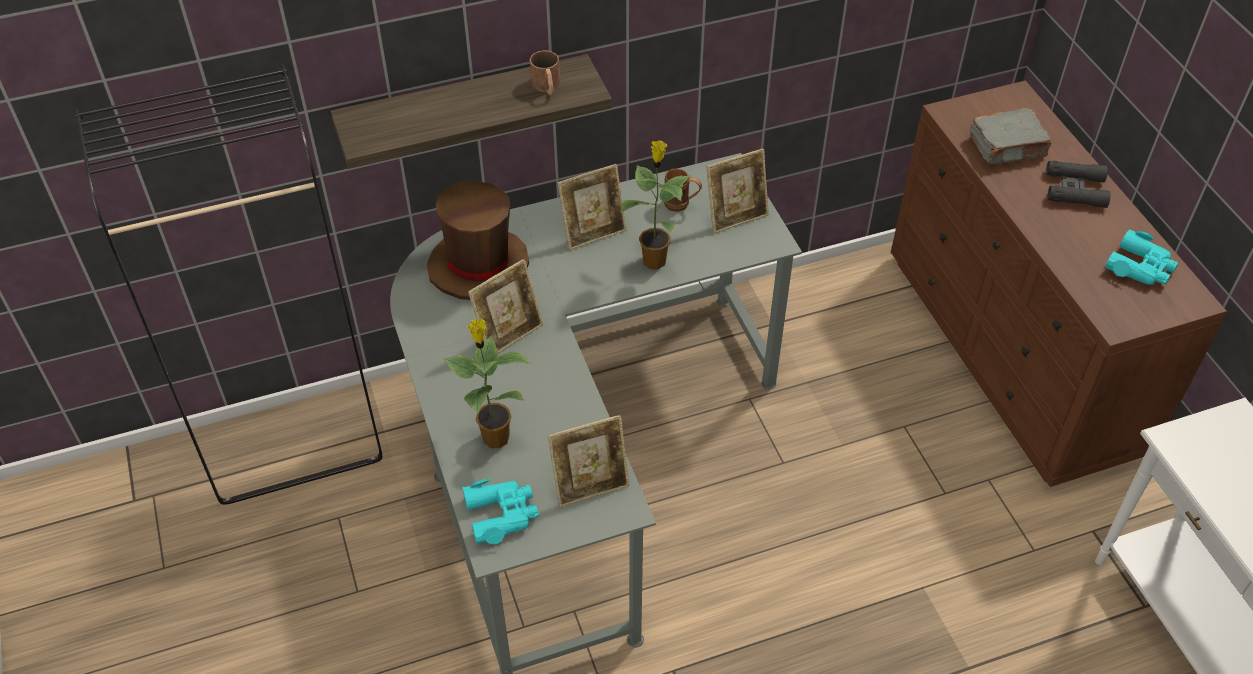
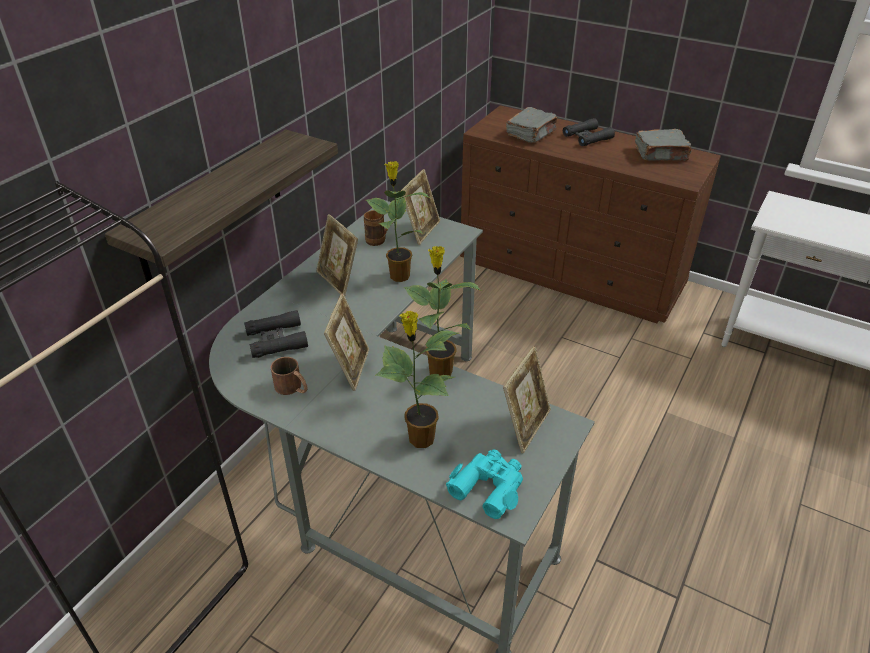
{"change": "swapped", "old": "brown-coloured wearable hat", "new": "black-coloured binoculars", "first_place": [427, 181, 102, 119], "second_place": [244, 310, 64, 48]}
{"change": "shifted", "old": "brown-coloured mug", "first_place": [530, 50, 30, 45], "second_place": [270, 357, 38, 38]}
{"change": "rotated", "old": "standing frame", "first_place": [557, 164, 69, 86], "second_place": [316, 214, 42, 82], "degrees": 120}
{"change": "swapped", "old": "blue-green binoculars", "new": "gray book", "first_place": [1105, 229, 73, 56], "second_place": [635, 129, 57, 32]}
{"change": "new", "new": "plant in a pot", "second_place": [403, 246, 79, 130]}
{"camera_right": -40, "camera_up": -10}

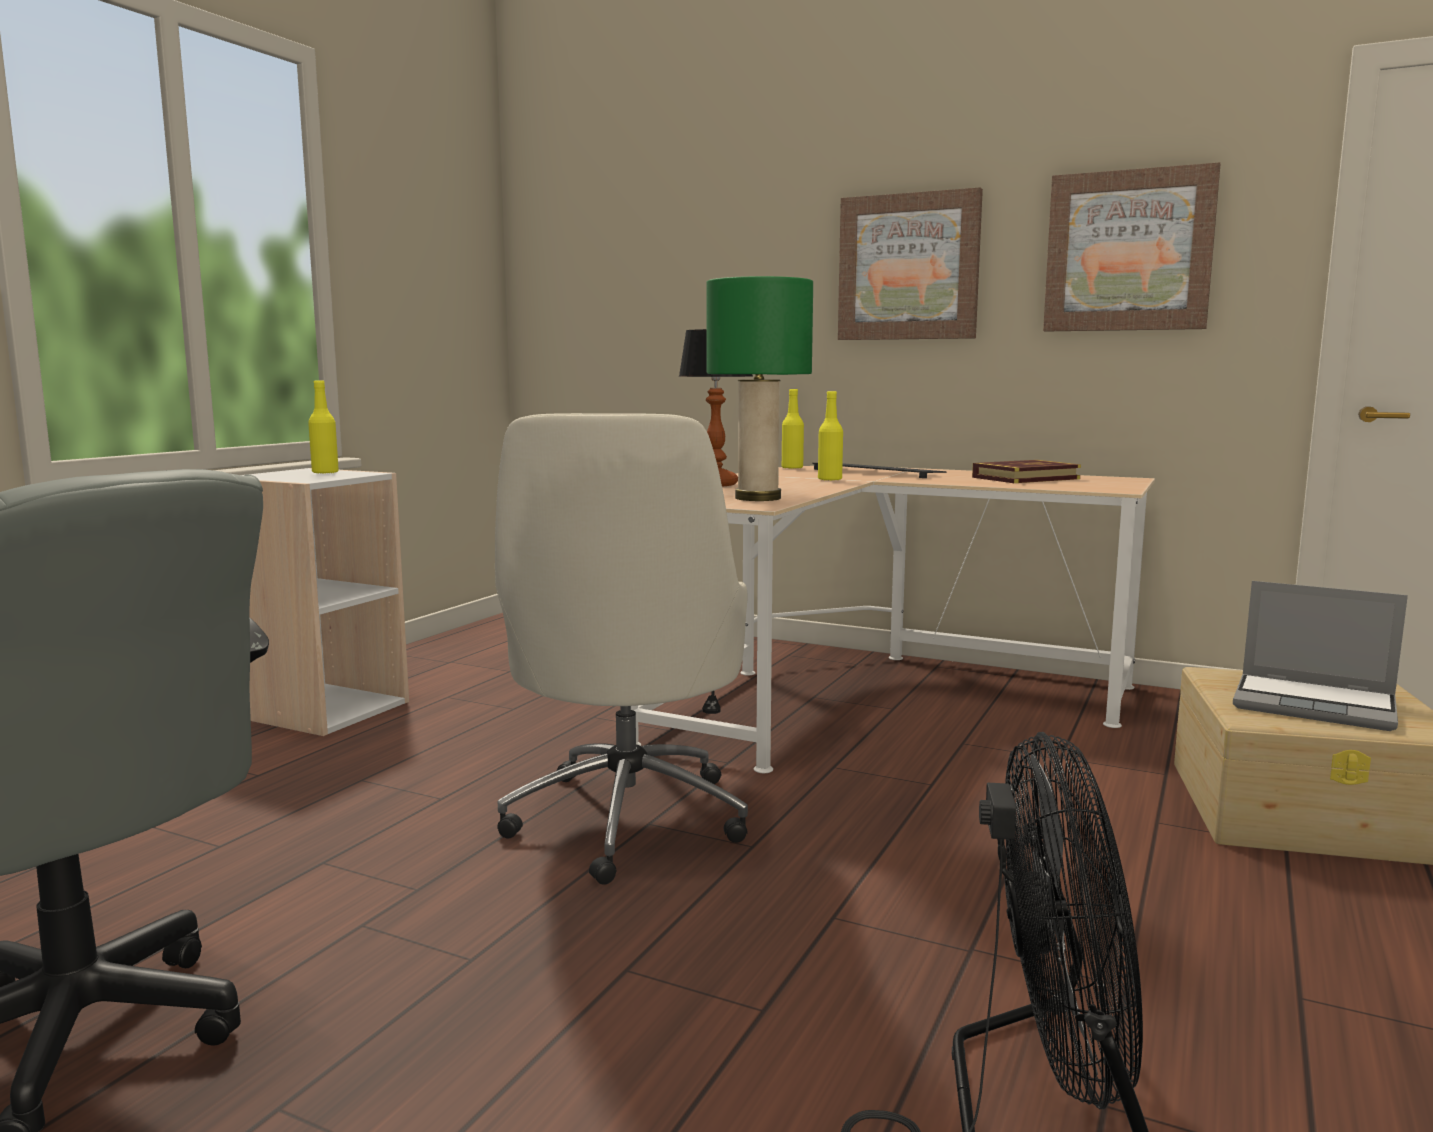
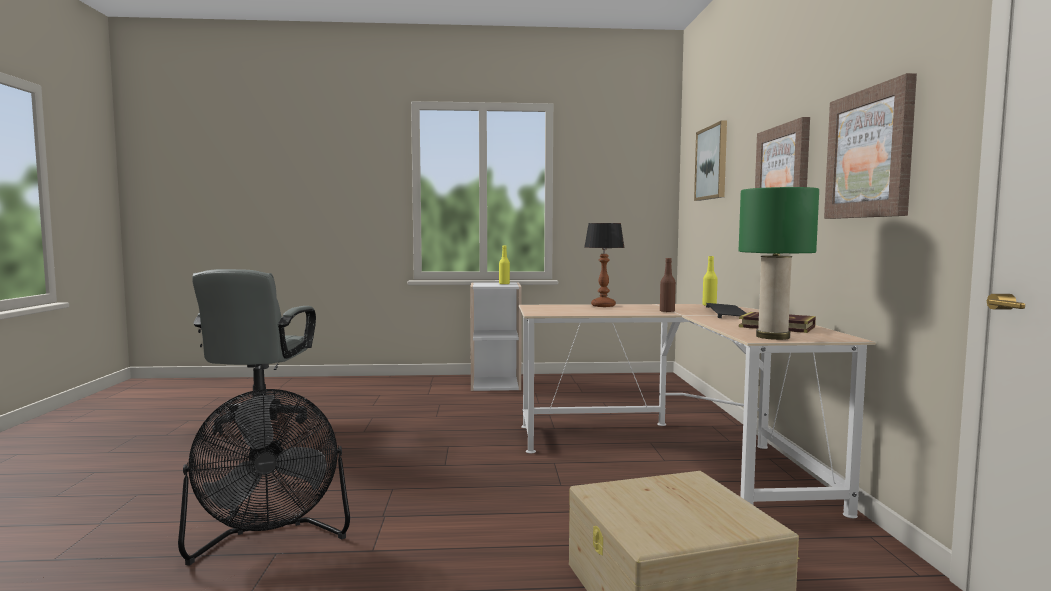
{"change": "gone", "old": "sand-coloured desk chair", "first_place": [495, 413, 253, 472]}
{"change": "shifted", "old": "green tabletop lamp", "first_place": [706, 276, 107, 225], "second_place": [739, 187, 80, 153]}
{"change": "repainted", "old": "yellowish bottle", "new": "brown-coloured bottle", "first_place": [818, 391, 25, 90], "second_place": [660, 258, 16, 54]}
{"change": "gone", "old": "portable computer", "first_place": [1233, 581, 175, 150]}
{"change": "new", "new": "wall picture", "second_place": [694, 121, 33, 80]}
{"camera_right": 60, "camera_up": -5}

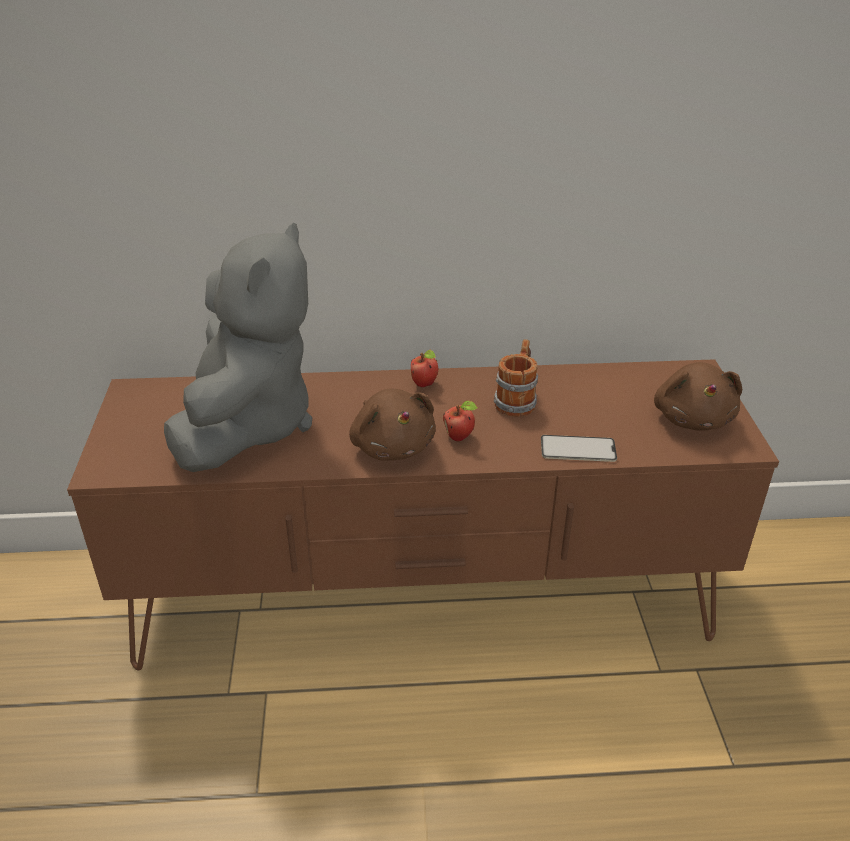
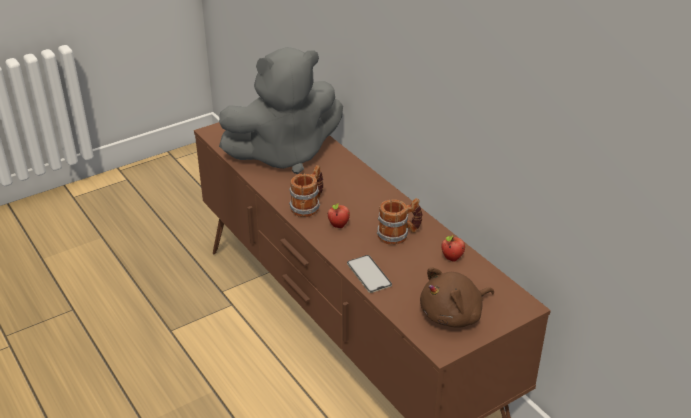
{"change": "swapped", "old": "brown-coloured cuddly toy", "new": "mug", "first_place": [349, 389, 87, 72], "second_place": [289, 165, 34, 52]}
{"change": "shifted", "old": "apple fruit", "first_place": [411, 350, 27, 37], "second_place": [441, 235, 24, 27]}
{"camera_right": 60, "camera_up": 0}

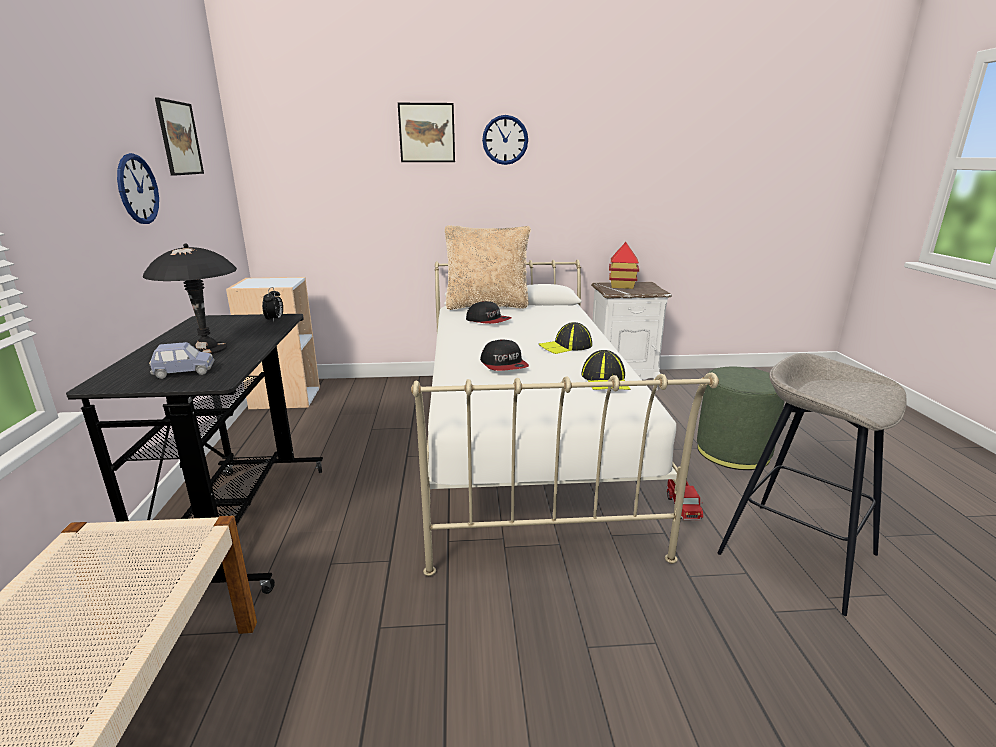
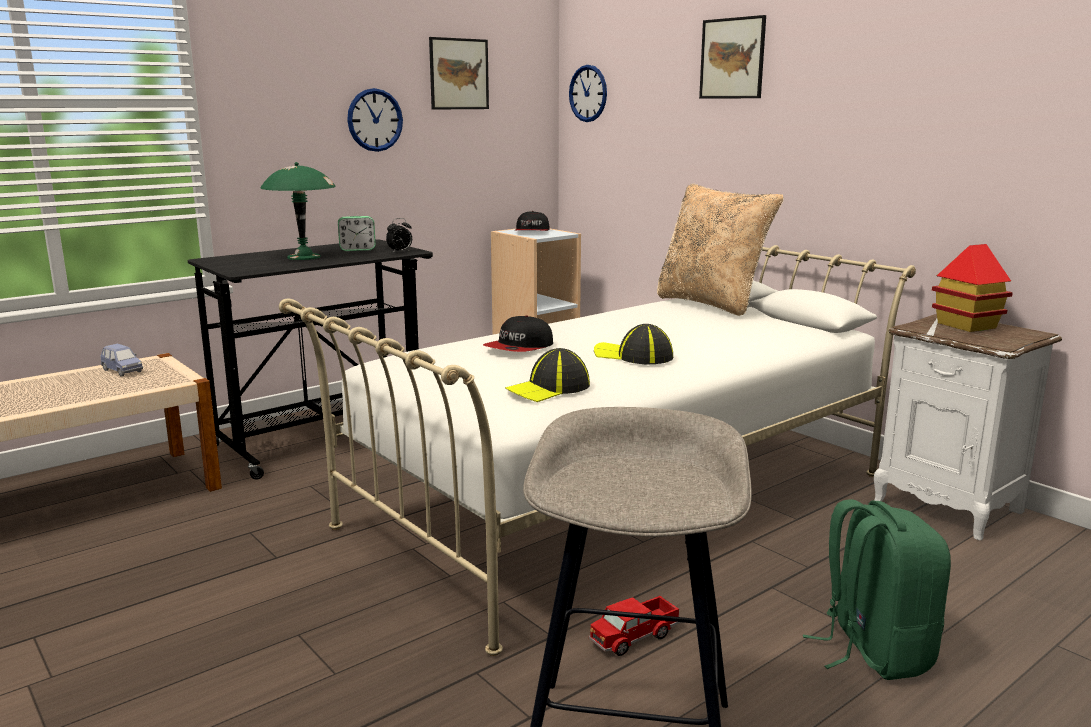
{"change": "repainted", "old": "black-coloured tabletop lamp", "new": "green tabletop lamp", "first_place": [143, 243, 94, 111], "second_place": [261, 162, 74, 98]}
{"change": "shifted", "old": "bluish toy car", "first_place": [149, 342, 66, 37], "second_place": [100, 344, 43, 33]}
{"change": "shifted", "old": "baseball cap", "first_place": [466, 301, 46, 23], "second_place": [515, 211, 34, 20]}
{"change": "shifted", "old": "hanging clock", "first_place": [482, 115, 46, 50], "second_place": [569, 65, 38, 57]}
{"change": "swapped", "old": "green ottoman", "new": "green knapsack", "first_place": [697, 367, 88, 103], "second_place": [803, 499, 148, 181]}
{"change": "new", "new": "table clock", "second_place": [338, 216, 38, 35]}
{"camera_right": 55, "camera_up": -5}

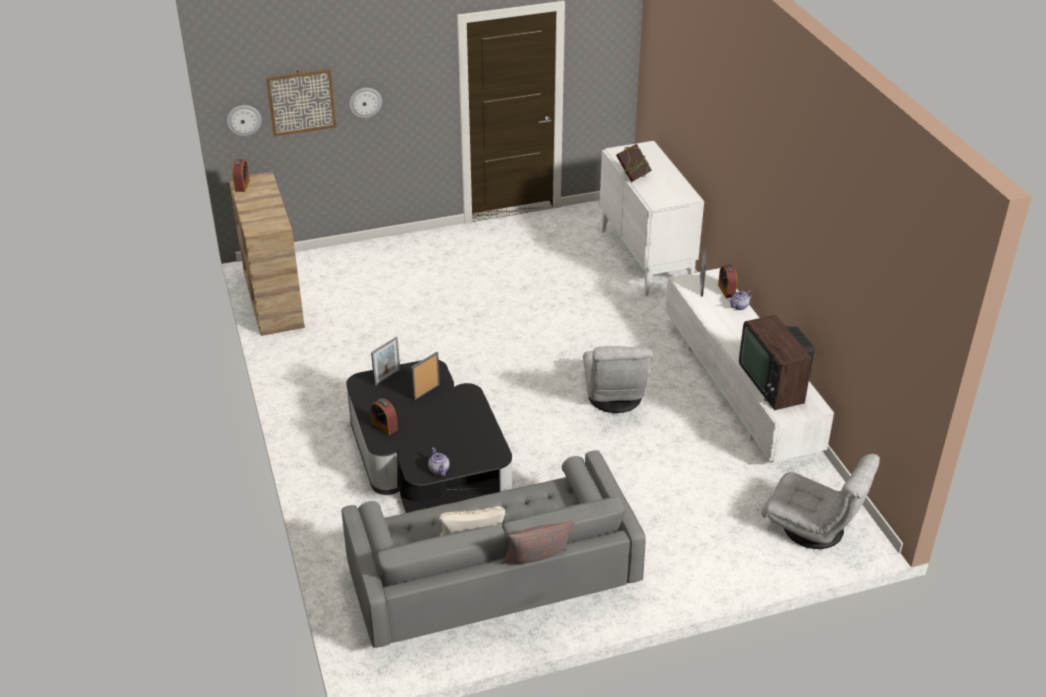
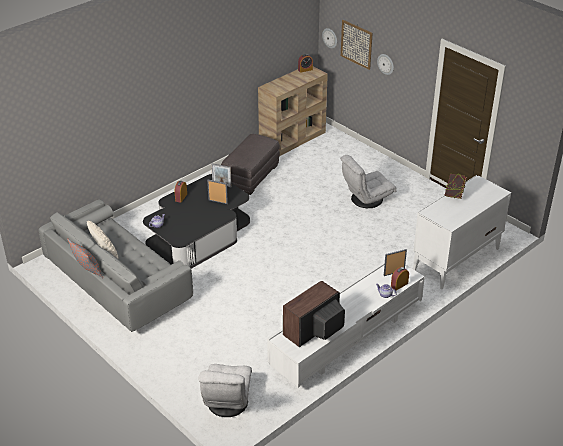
{"change": "shifted", "old": "gray armchair", "first_place": [583, 346, 70, 67], "second_place": [340, 155, 57, 53]}
{"change": "new", "new": "gray ottoman", "second_place": [221, 134, 59, 61]}
{"camera_right": 65, "camera_up": 0}

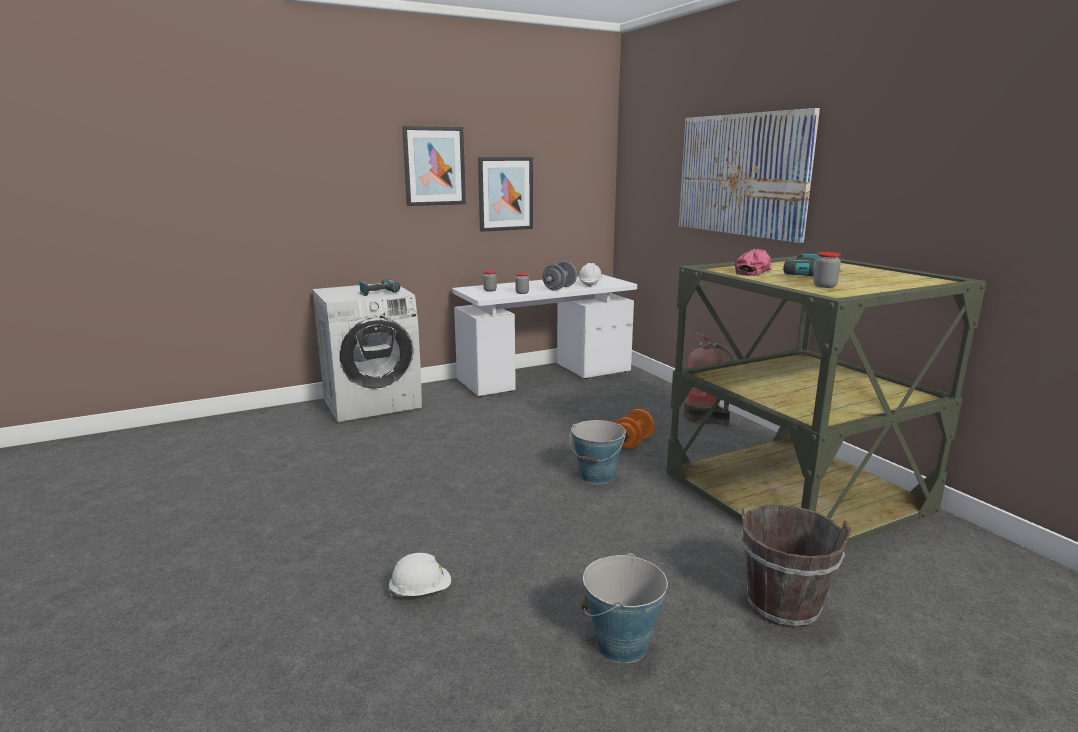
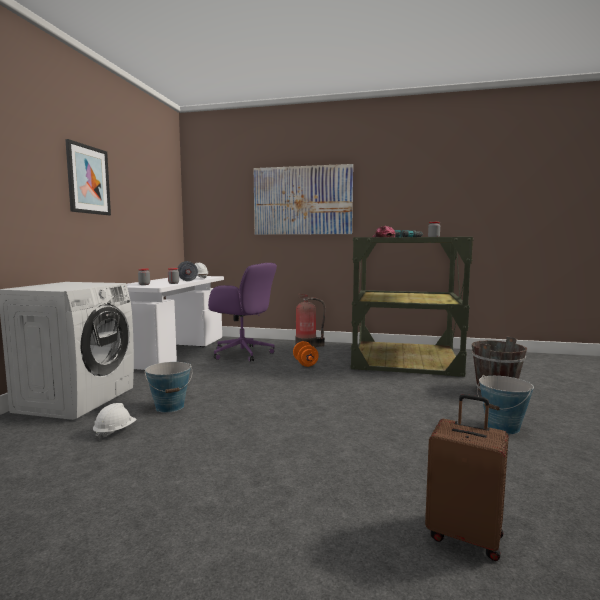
{"change": "gone", "old": "electric drill", "first_place": [359, 279, 41, 17]}
{"change": "shifted", "old": "white hard hat", "first_place": [388, 553, 63, 45], "second_place": [93, 403, 44, 37]}
{"change": "gone", "old": "wall picture", "first_place": [478, 157, 55, 75]}
{"change": "shifted", "old": "bucket", "first_place": [570, 420, 56, 64], "second_place": [145, 362, 47, 51]}
{"change": "new", "new": "purple desk chair", "second_place": [208, 263, 69, 99]}
{"change": "new", "new": "brown-coloured piece of luggage", "second_place": [425, 394, 84, 167]}
{"camera_right": -50, "camera_up": -10}

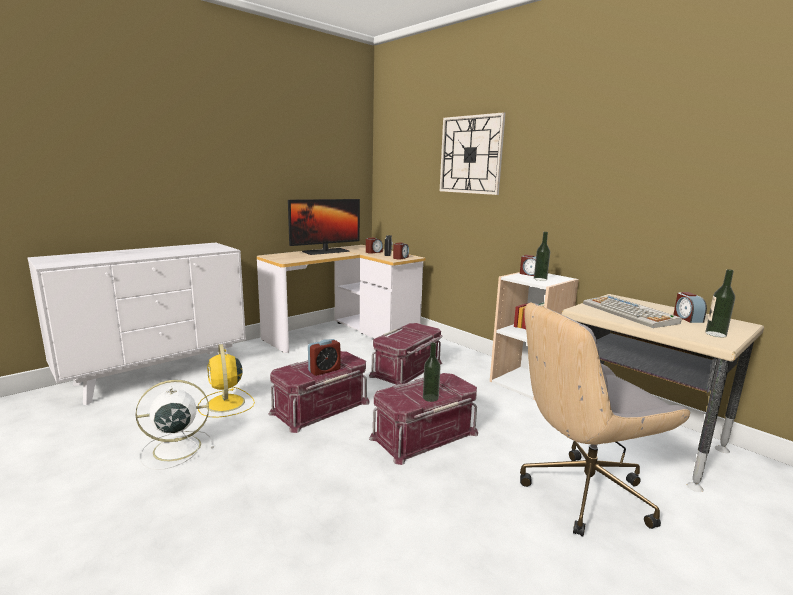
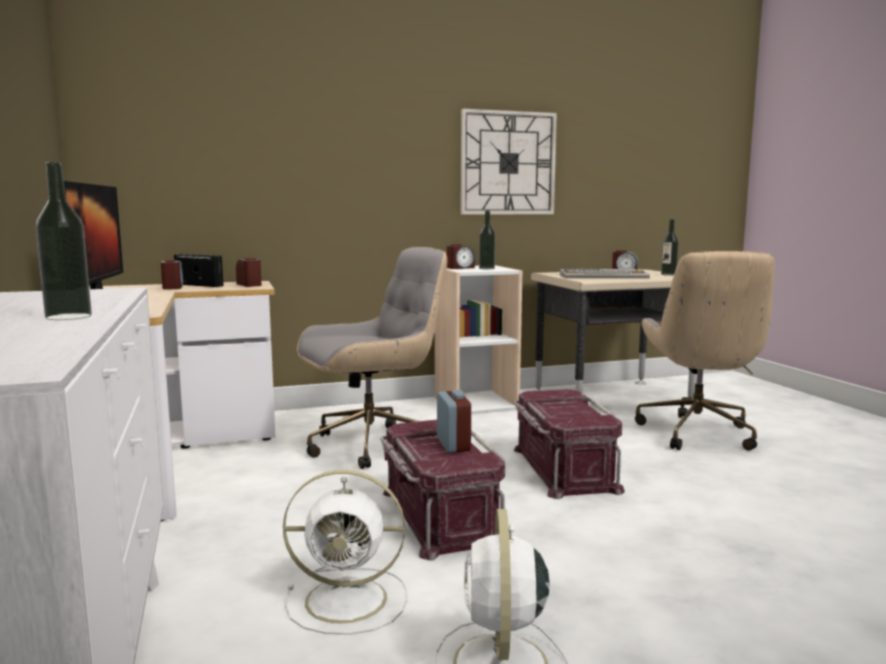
{"change": "repainted", "old": "yellowish electric fan", "new": "white electric fan", "first_place": [198, 344, 57, 74], "second_place": [283, 470, 124, 165]}
{"change": "swapped", "old": "red-coloured storage box", "new": "gray desk chair", "first_place": [369, 323, 74, 62], "second_place": [297, 247, 150, 222]}
{"change": "shifted", "old": "bottle", "first_place": [423, 342, 17, 60], "second_place": [35, 162, 57, 158]}
{"change": "shifted", "old": "hanging clock", "first_place": [440, 112, 66, 83], "second_place": [461, 109, 96, 105]}
{"camera_right": -65, "camera_up": -5}

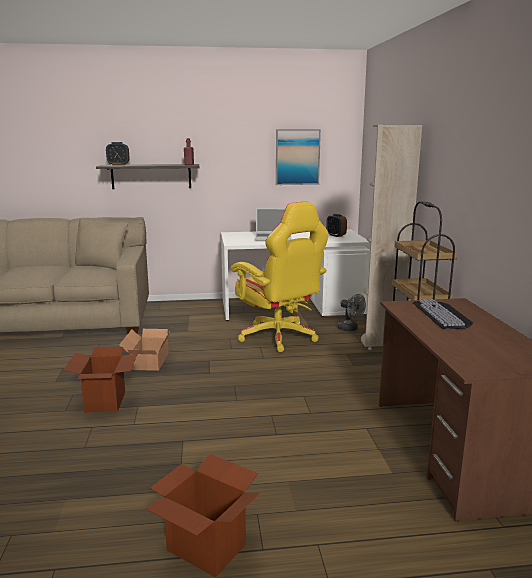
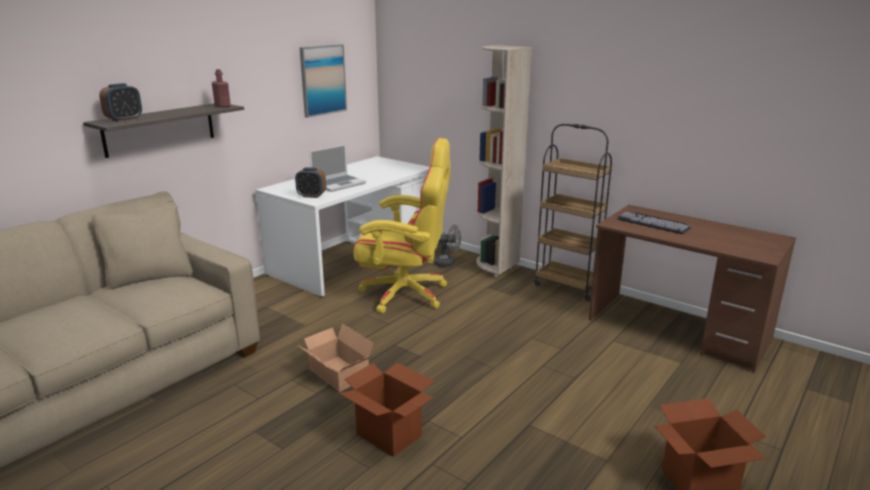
{"change": "shifted", "old": "table clock", "first_place": [326, 214, 21, 23], "second_place": [295, 167, 31, 31]}
{"camera_right": -45, "camera_up": 5}

